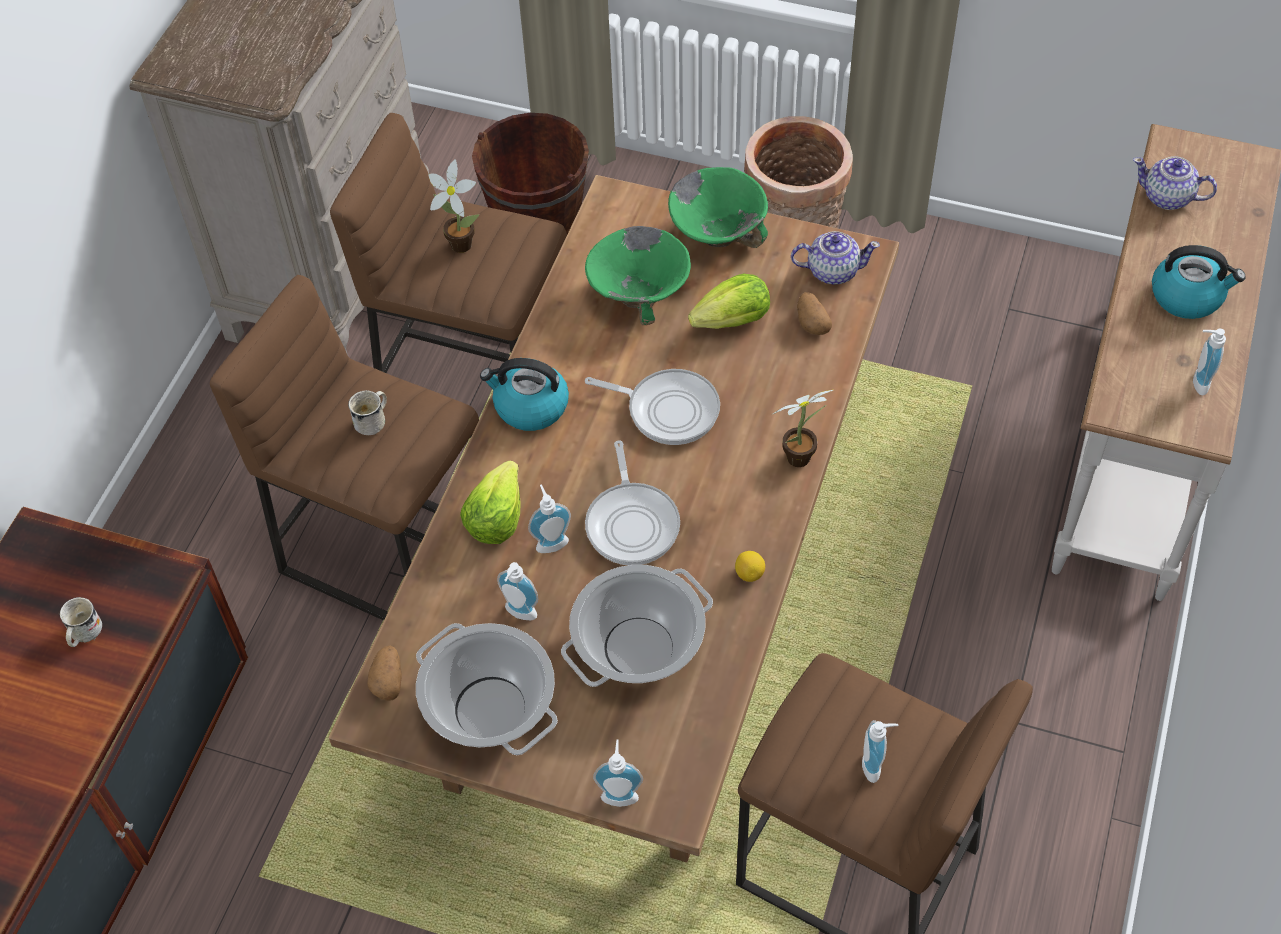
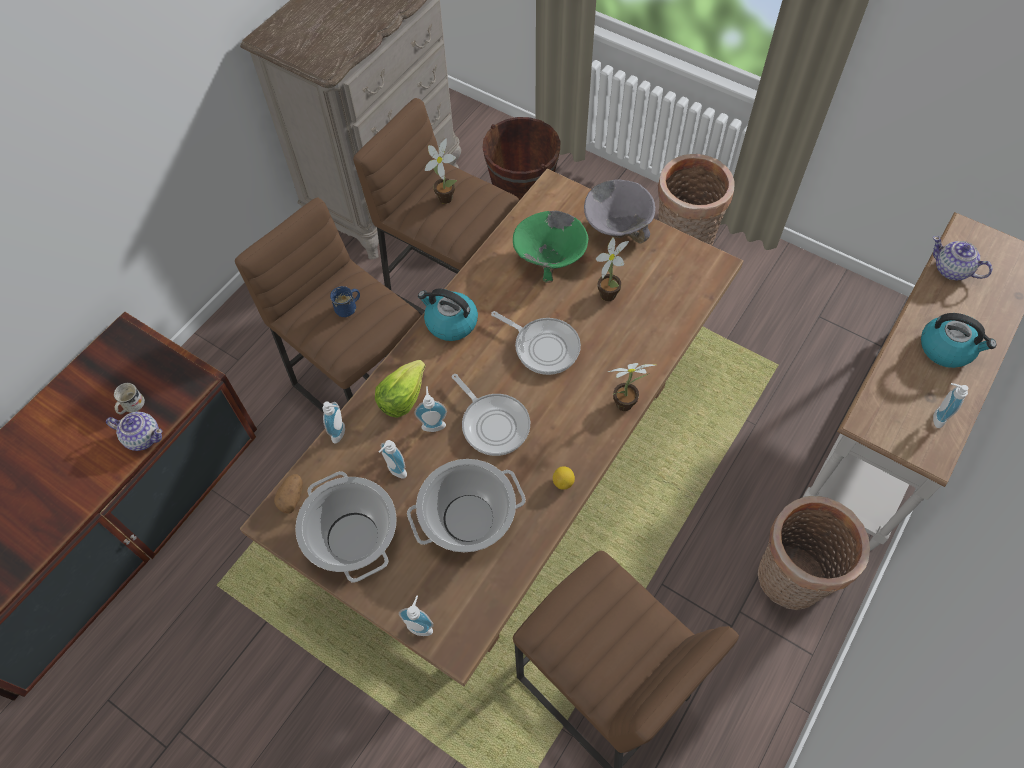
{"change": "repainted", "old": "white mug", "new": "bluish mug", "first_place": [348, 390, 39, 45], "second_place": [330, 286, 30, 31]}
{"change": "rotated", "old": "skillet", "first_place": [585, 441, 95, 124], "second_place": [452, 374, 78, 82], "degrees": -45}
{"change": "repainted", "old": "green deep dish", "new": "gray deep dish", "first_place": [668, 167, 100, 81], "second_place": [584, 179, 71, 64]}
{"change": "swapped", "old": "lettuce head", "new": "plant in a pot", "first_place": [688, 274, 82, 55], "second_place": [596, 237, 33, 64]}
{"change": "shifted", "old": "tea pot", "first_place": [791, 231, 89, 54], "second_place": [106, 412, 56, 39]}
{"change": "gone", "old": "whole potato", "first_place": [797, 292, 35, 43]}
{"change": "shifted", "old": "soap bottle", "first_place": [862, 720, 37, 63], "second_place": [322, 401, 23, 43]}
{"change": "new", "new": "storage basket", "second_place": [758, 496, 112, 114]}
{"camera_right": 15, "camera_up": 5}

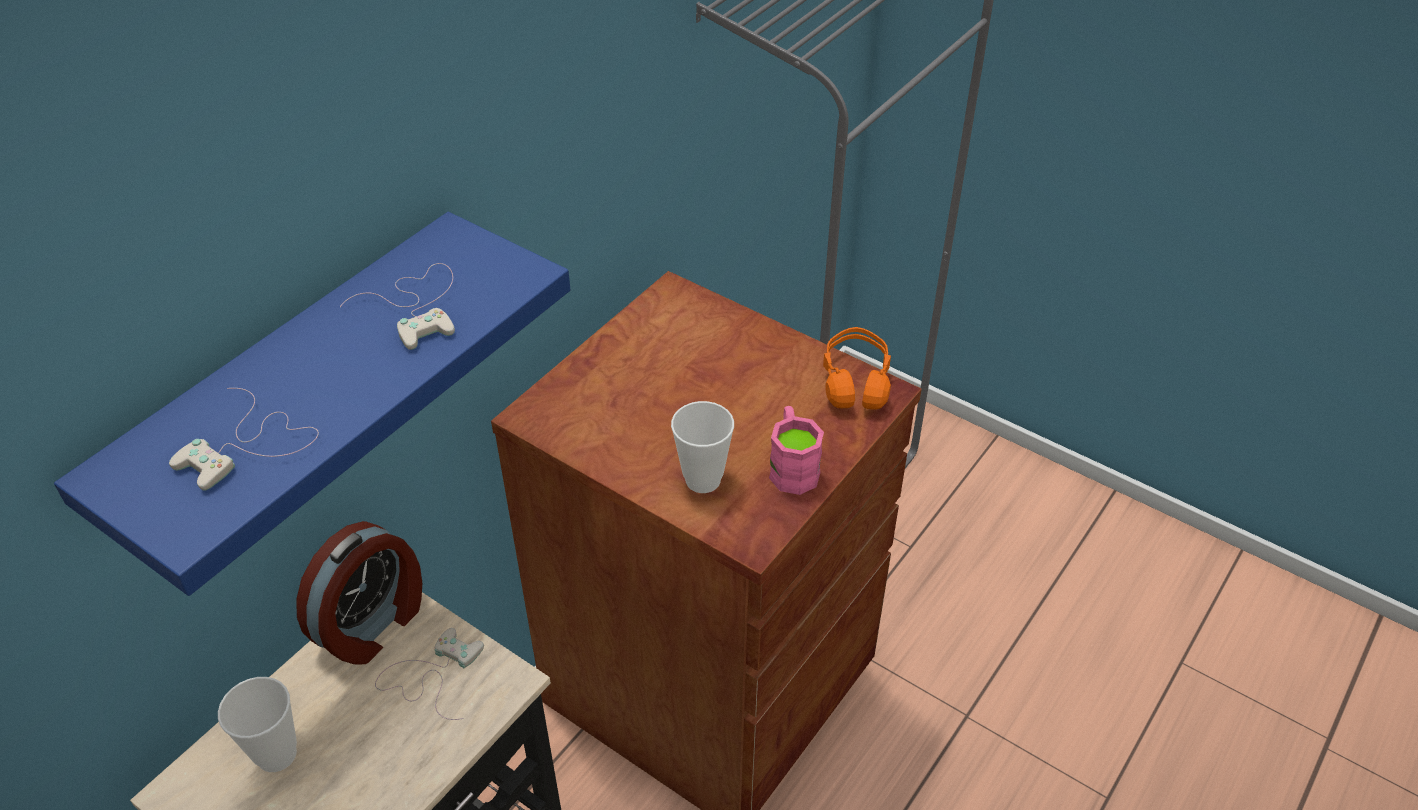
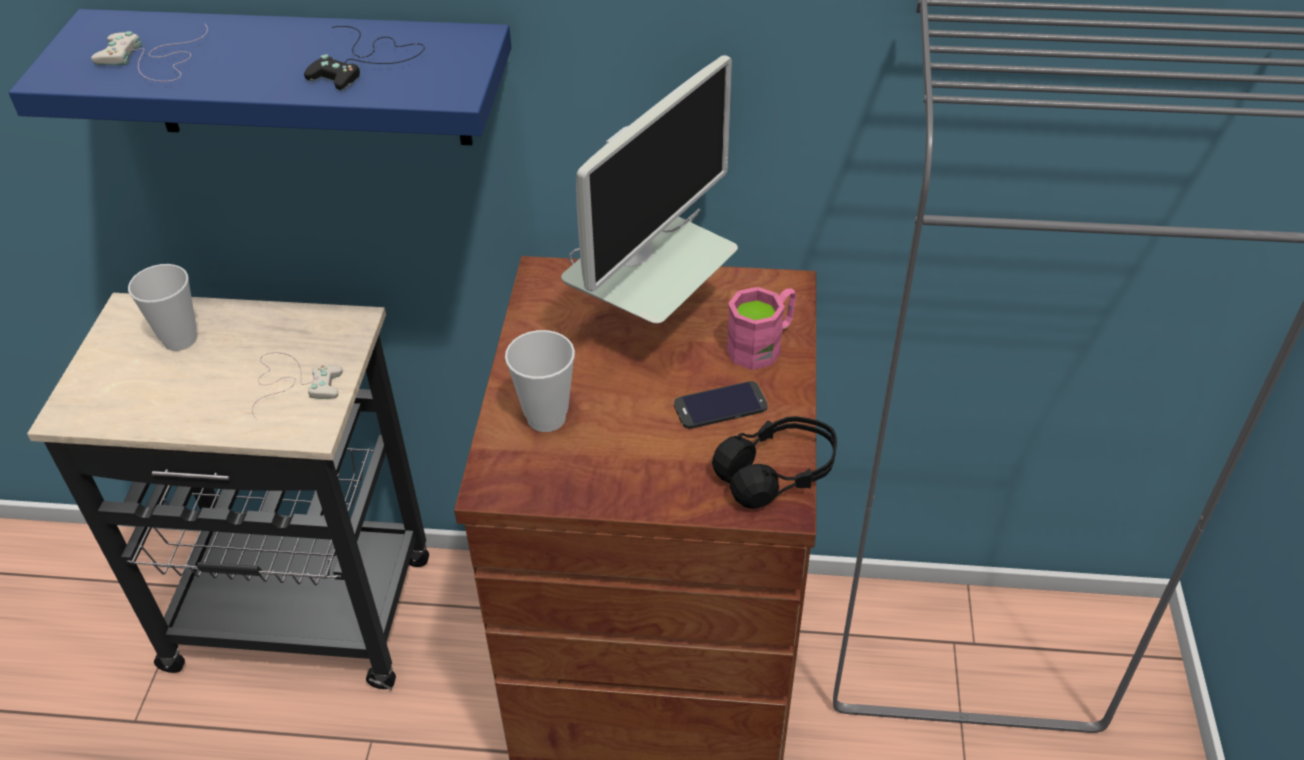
{"change": "gone", "old": "table clock", "first_place": [296, 521, 126, 144]}
{"change": "repainted", "old": "white gamepad", "new": "black-coloured gamepad", "first_place": [340, 263, 115, 87], "second_place": [304, 26, 121, 64]}
{"change": "shifted", "old": "pinkish mug", "first_place": [769, 406, 55, 89], "second_place": [726, 287, 70, 83]}
{"change": "repainted", "old": "orange headset", "new": "black-coloured headset", "first_place": [823, 327, 68, 83], "second_place": [712, 416, 125, 93]}
{"change": "new", "new": "monitor", "second_place": [561, 55, 177, 269]}
{"change": "new", "new": "telephone", "second_place": [674, 381, 94, 48]}
{"camera_right": 60, "camera_up": 0}

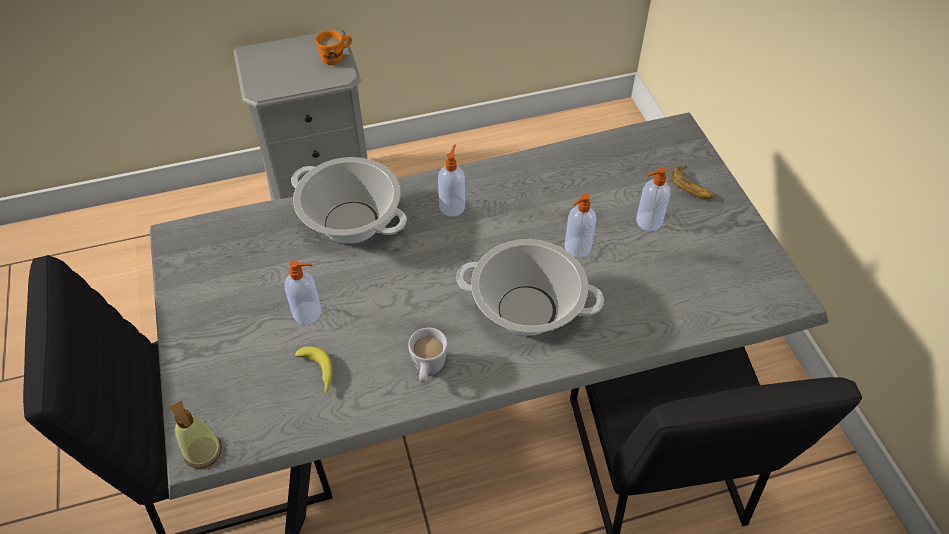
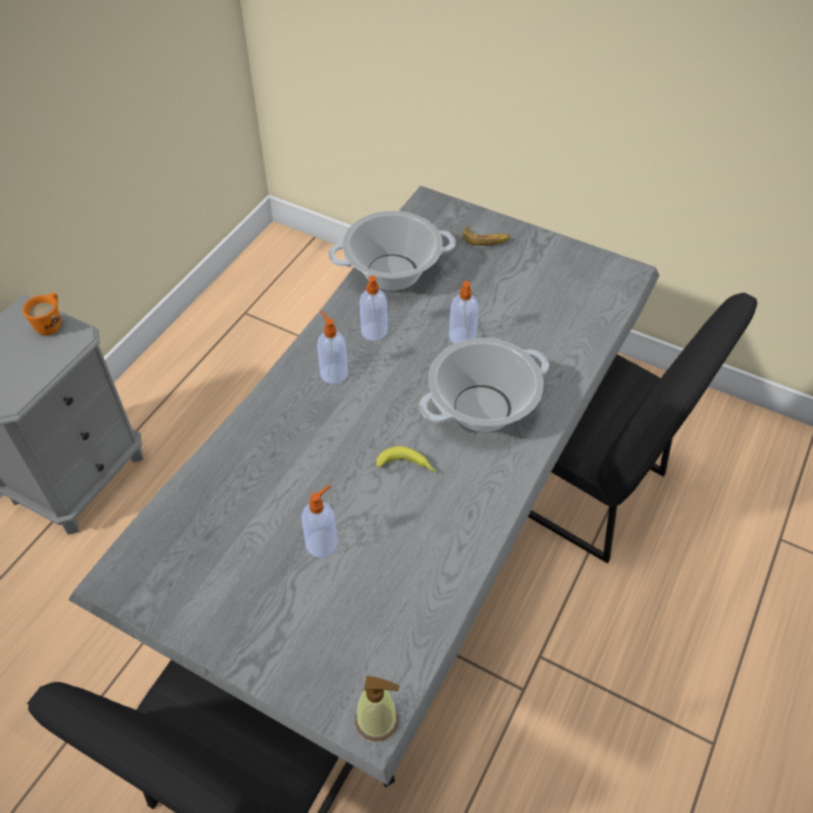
{"change": "shifted", "old": "cooking pot", "first_place": [291, 157, 116, 87], "second_place": [328, 211, 128, 79]}
{"change": "shifted", "old": "banana", "first_place": [295, 346, 38, 48], "second_place": [376, 446, 60, 26]}
{"change": "gone", "old": "white mug", "first_place": [408, 327, 40, 56]}
{"change": "shifted", "old": "soap bottle", "first_place": [636, 167, 34, 64], "second_place": [360, 276, 28, 65]}
{"camera_right": -45, "camera_up": 0}

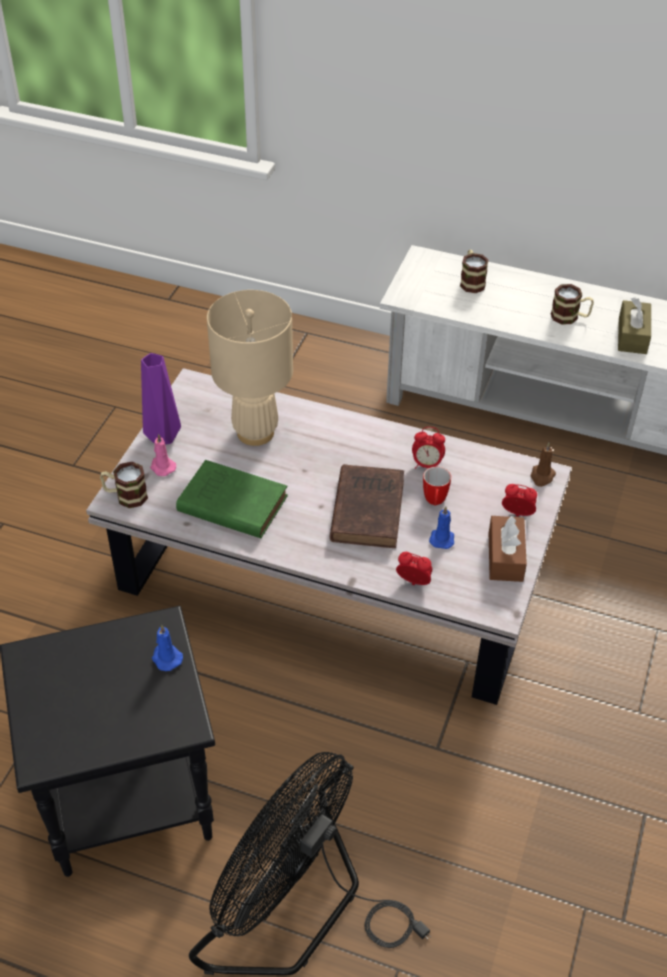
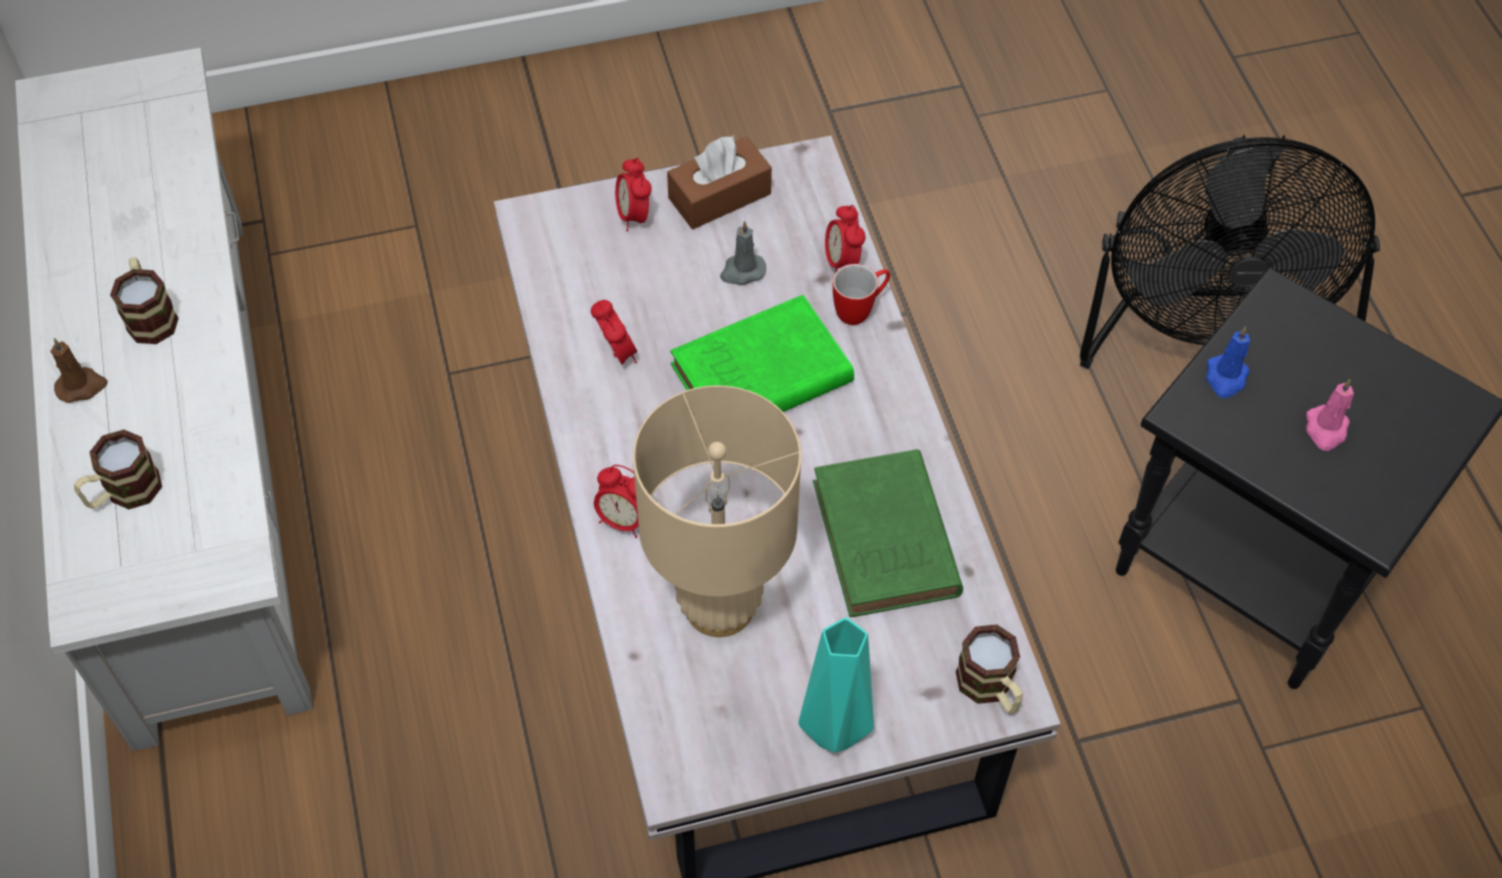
{"change": "repainted", "old": "purple decorative vase", "new": "blue-green decorative vase", "first_place": [141, 353, 40, 92], "second_place": [798, 618, 76, 134]}
{"change": "shifted", "old": "pinkish wax candle", "first_place": [150, 434, 26, 42], "second_place": [1306, 379, 48, 72]}
{"change": "repainted", "old": "brown-coloured book", "new": "green book", "first_place": [330, 464, 74, 84], "second_place": [670, 295, 184, 117]}
{"change": "shifted", "old": "mug", "first_place": [423, 467, 28, 39], "second_place": [833, 264, 57, 61]}
{"change": "repainted", "old": "bluish wax candle", "new": "gray wax candle", "first_place": [429, 506, 25, 43], "second_place": [720, 221, 46, 64]}
{"change": "shifted", "old": "brown-coloured wax candle", "first_place": [531, 443, 25, 44], "second_place": [50, 338, 58, 65]}
{"change": "gone", "old": "brown-coloured tissue box", "first_place": [618, 297, 33, 57]}
{"change": "new", "new": "table clock", "second_place": [594, 465, 45, 73]}
{"camera_right": -125, "camera_up": 10}

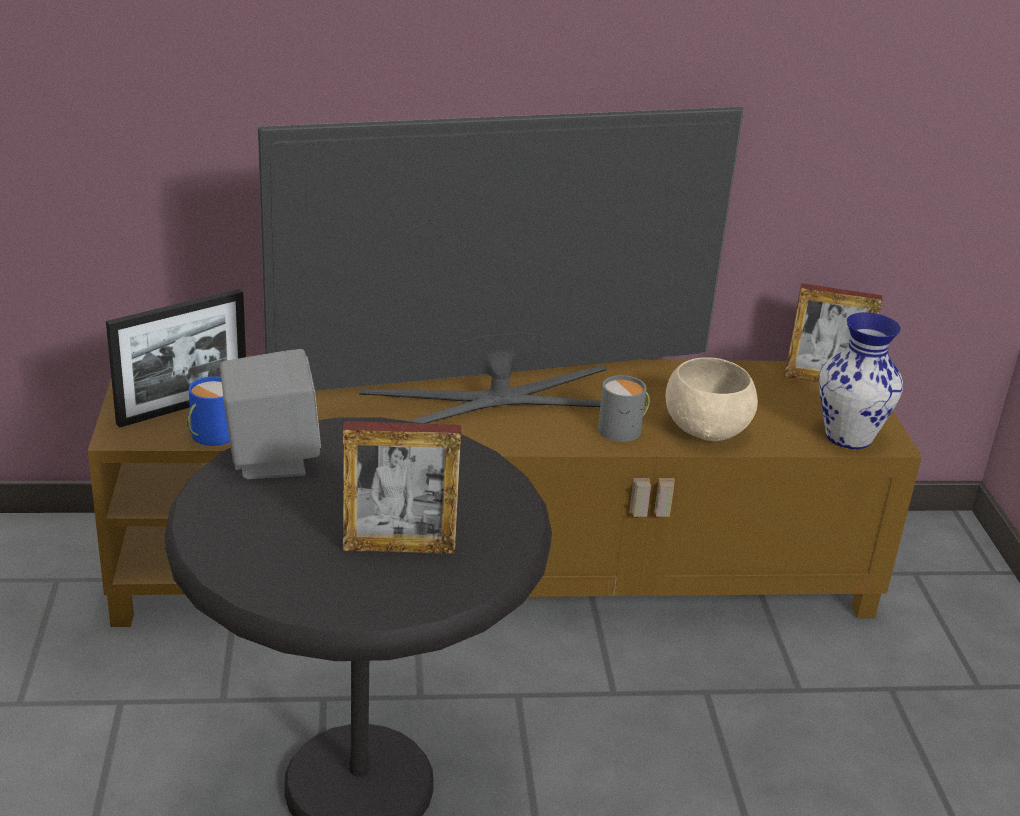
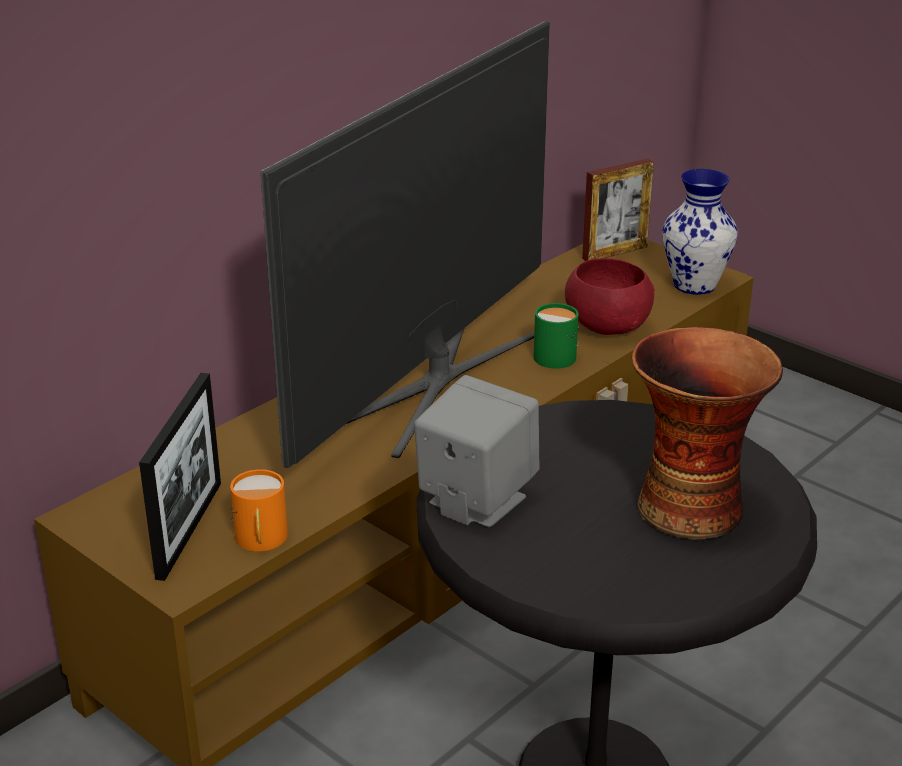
{"change": "repainted", "old": "bluish mug", "new": "orange mug", "first_place": [187, 376, 43, 70], "second_place": [230, 469, 58, 82]}
{"change": "swapped", "old": "standing frame", "new": "decorative vase", "first_place": [343, 421, 118, 133], "second_place": [632, 327, 151, 212]}
{"change": "repainted", "old": "gray mug", "new": "green mug", "first_place": [598, 375, 52, 67], "second_place": [533, 303, 46, 66]}
{"change": "repainted", "old": "sand-coloured deep dish", "new": "red-coloured deep dish", "first_place": [666, 357, 92, 84], "second_place": [565, 258, 90, 77]}
{"camera_right": -40, "camera_up": 0}

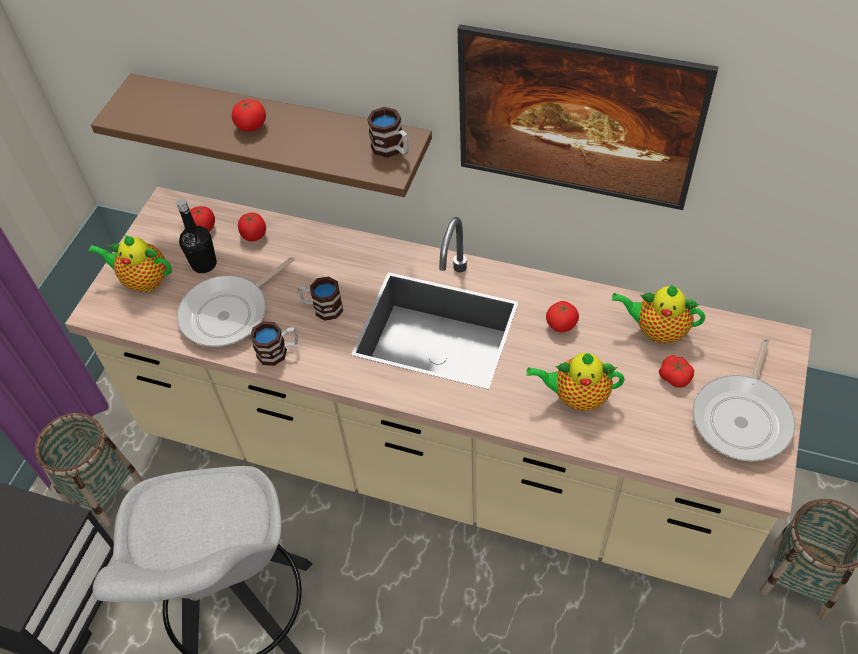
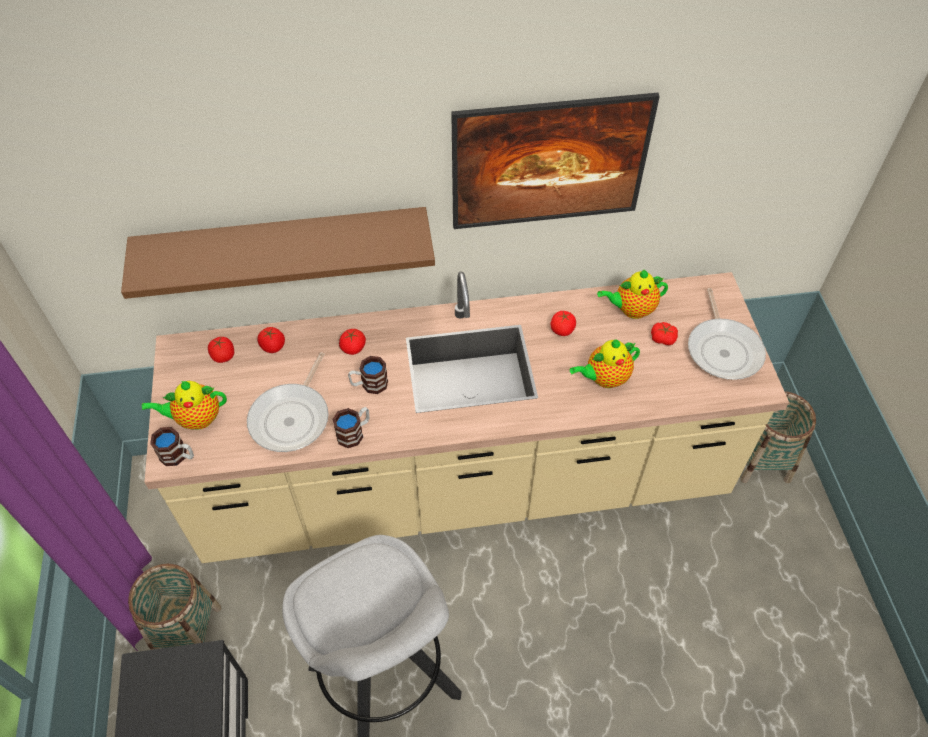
{"change": "gone", "old": "black-coloured bottle", "first_place": [176, 199, 41, 74]}
{"change": "shifted", "old": "tomato", "first_place": [231, 99, 35, 33], "second_place": [339, 329, 27, 26]}
{"change": "shifted", "old": "mug", "first_place": [367, 107, 42, 51], "second_place": [150, 427, 44, 39]}
{"camera_right": -30, "camera_up": 0}

